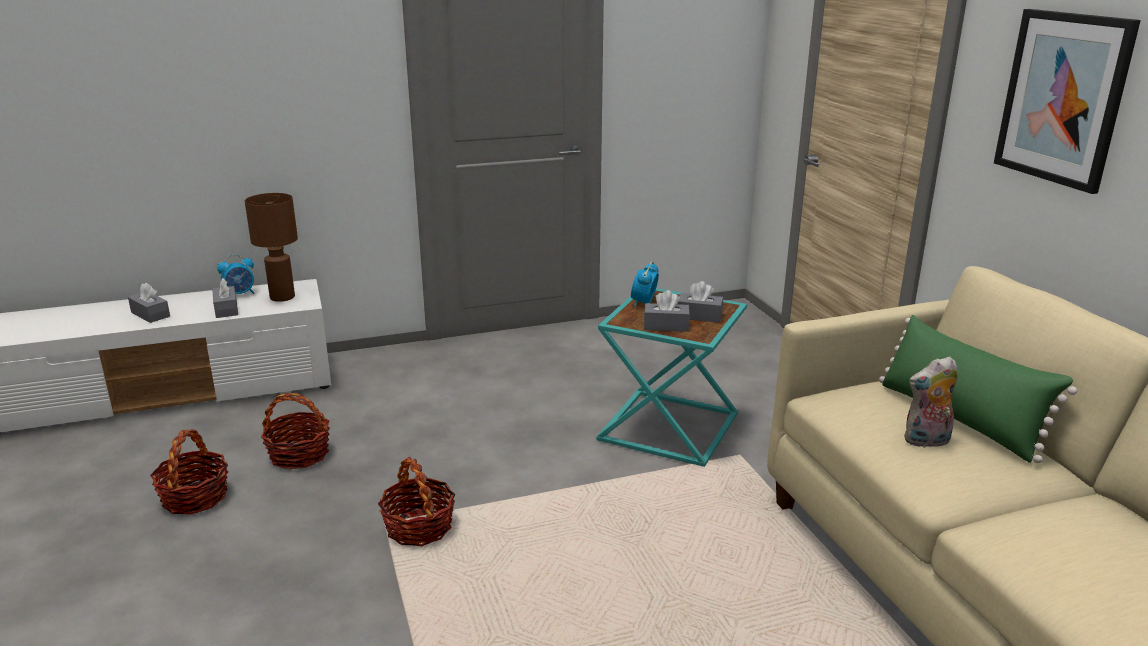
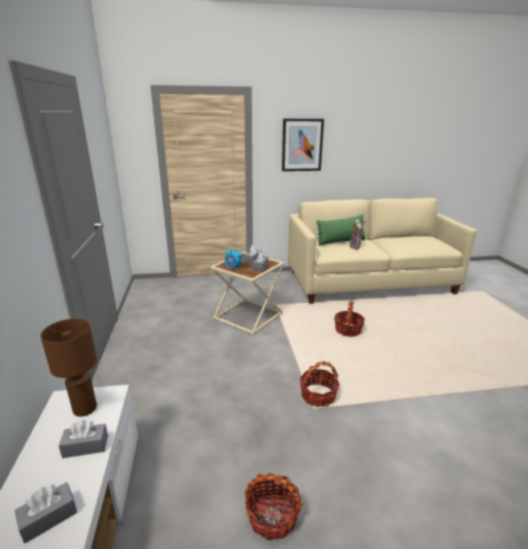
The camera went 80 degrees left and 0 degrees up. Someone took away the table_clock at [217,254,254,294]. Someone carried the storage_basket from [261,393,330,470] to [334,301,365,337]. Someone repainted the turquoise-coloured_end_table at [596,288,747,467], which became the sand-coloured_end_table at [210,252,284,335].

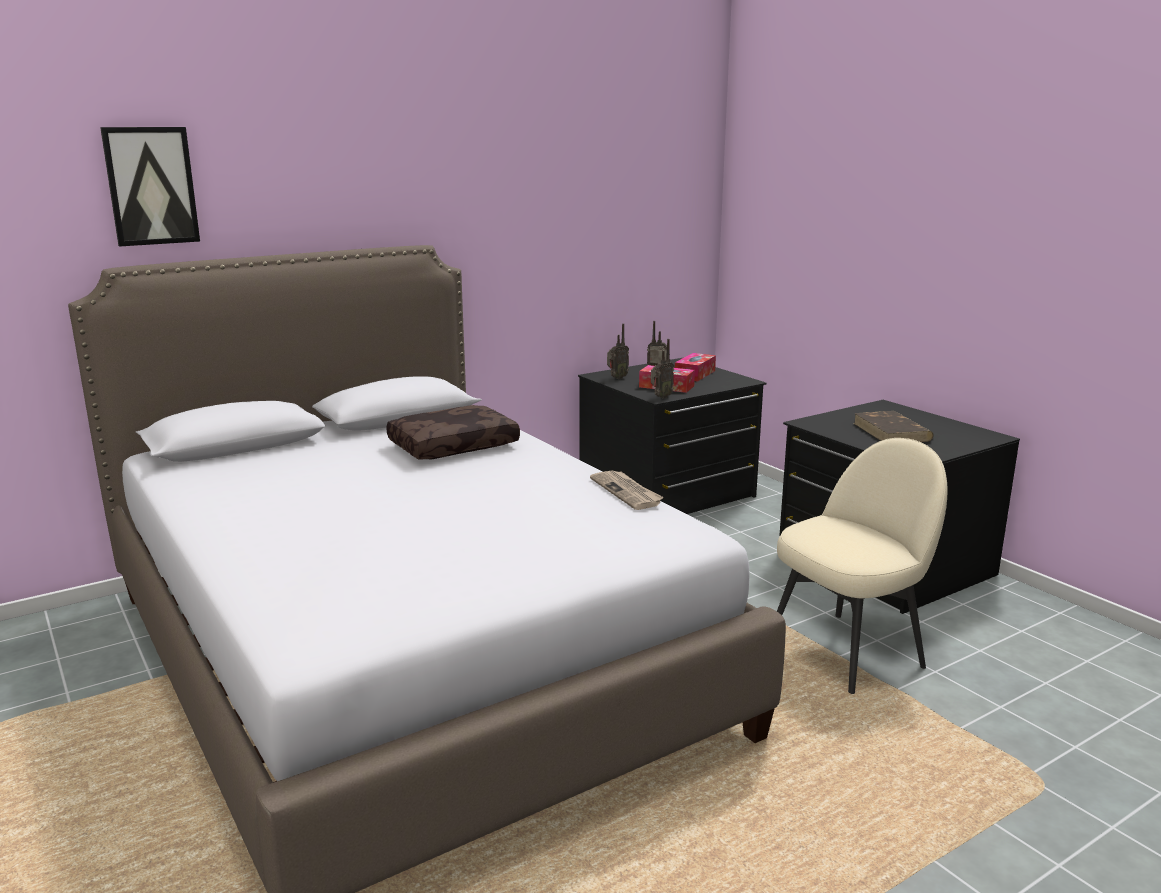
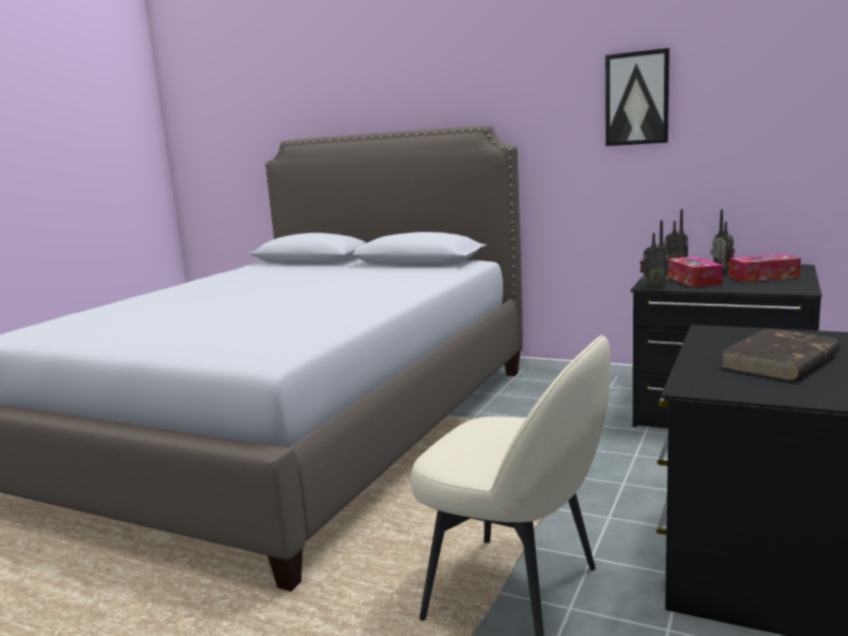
The camera went 60 degrees right and 5 degrees down. Someone carried the wall_art from [100,127,200,246] to [605,48,670,146]. Someone took away the brown-coloured_cushion at [386,405,520,460]. Someone took away the newspaper at [590,471,664,510].

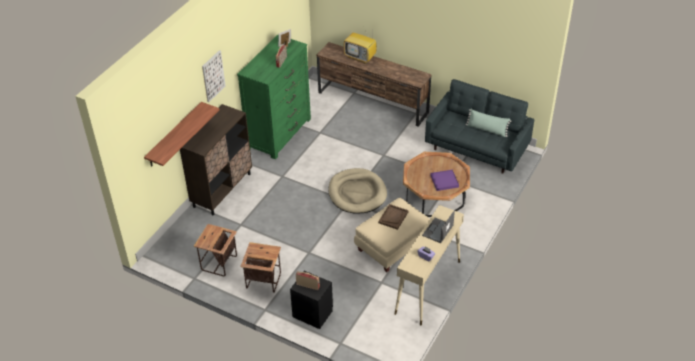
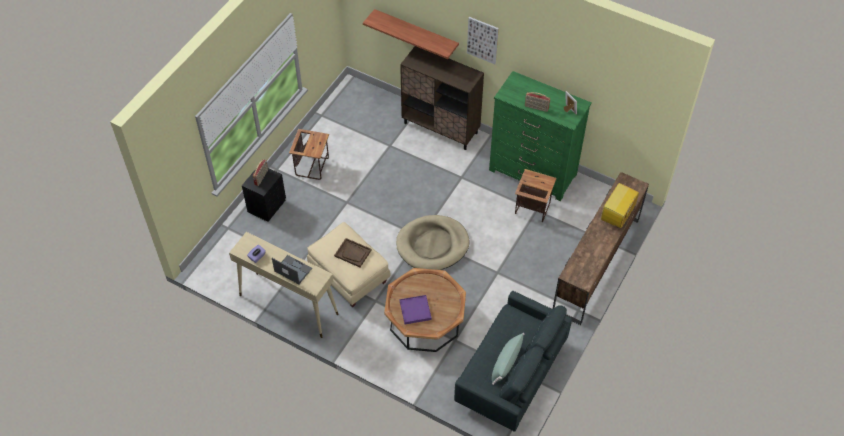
The camera went 90 degrees right and 10 degrees up. Someone carried the end_table from [194,224,237,276] to [515,169,557,222].

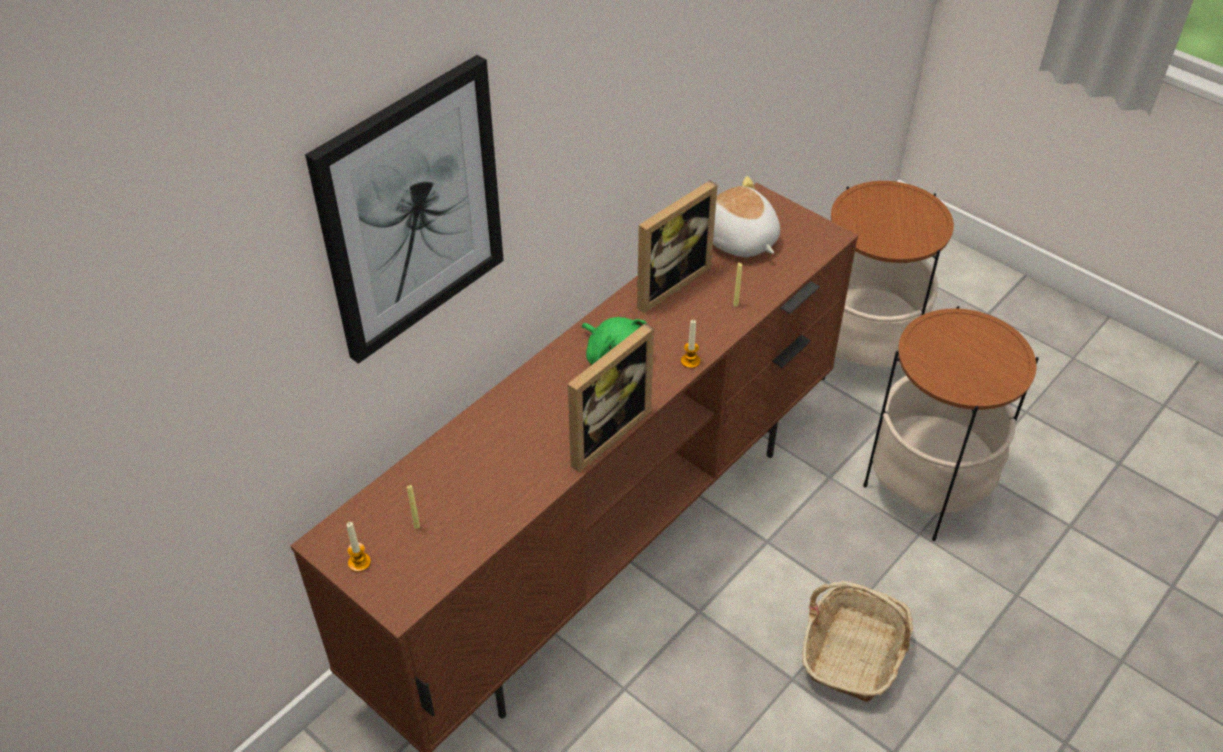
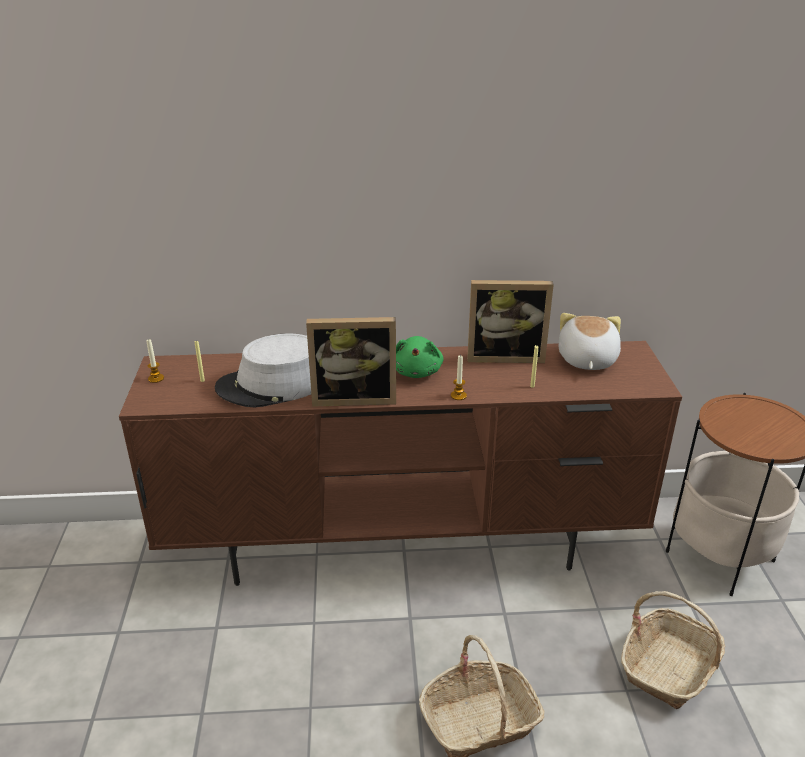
The camera went 45 degrees right and 15 degrees down. Someone took away the wall_art at [305,55,504,364]. Someone swapped the end_table at [863,306,1039,541] for the storage_basket at [621,591,725,709]. Someone put down the grey_clothing_hat at [215,334,311,408].

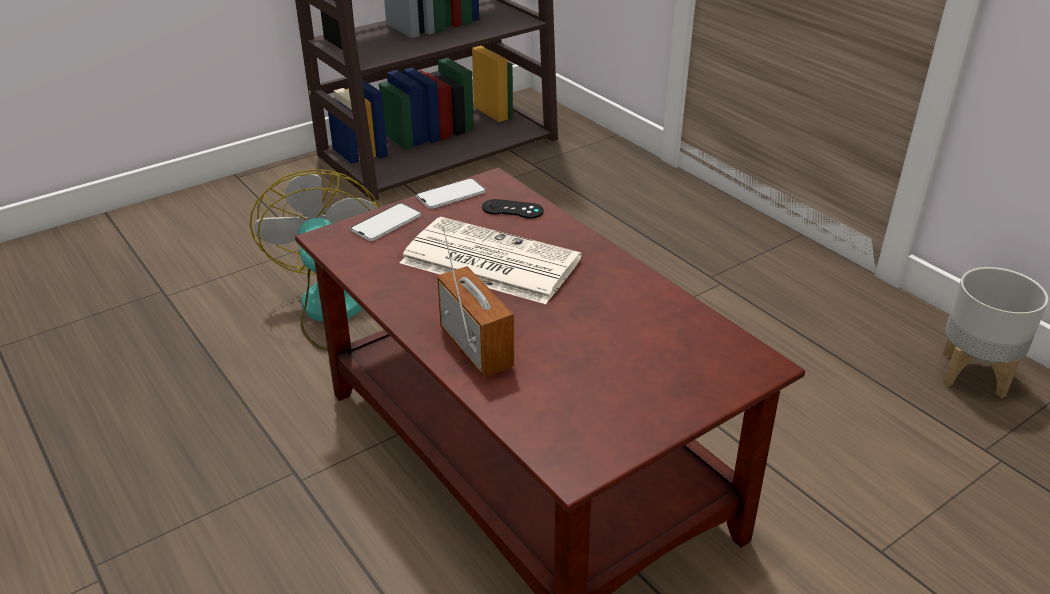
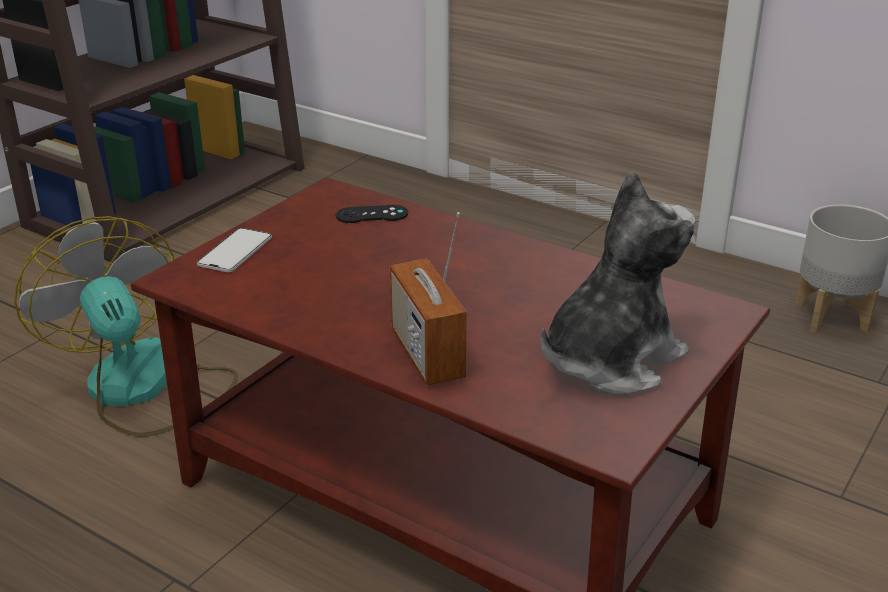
The camera went 20 degrees left and 5 degrees down. Someone took away the newspaper at [400,217,582,304]. Someone took away the handset at [416,178,486,209]. Someone rotated the radio_set at [437,227,514,377] by 150 degrees counterclockwise. Someone put down the soft_toy at [540,170,695,395].

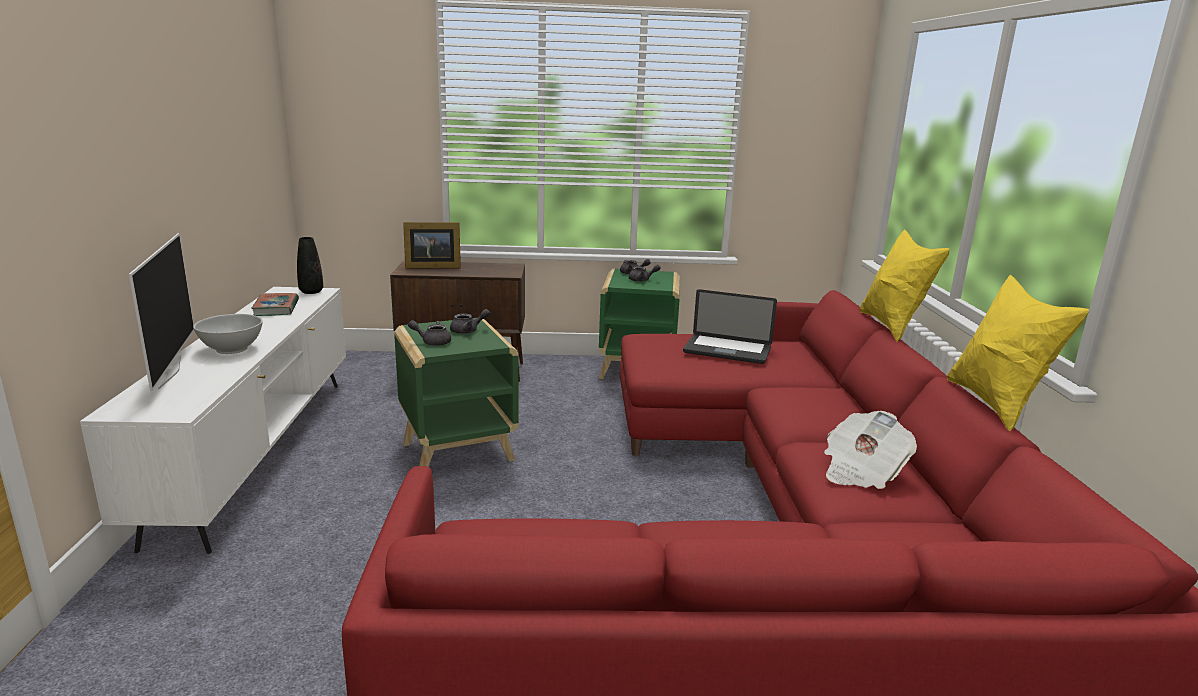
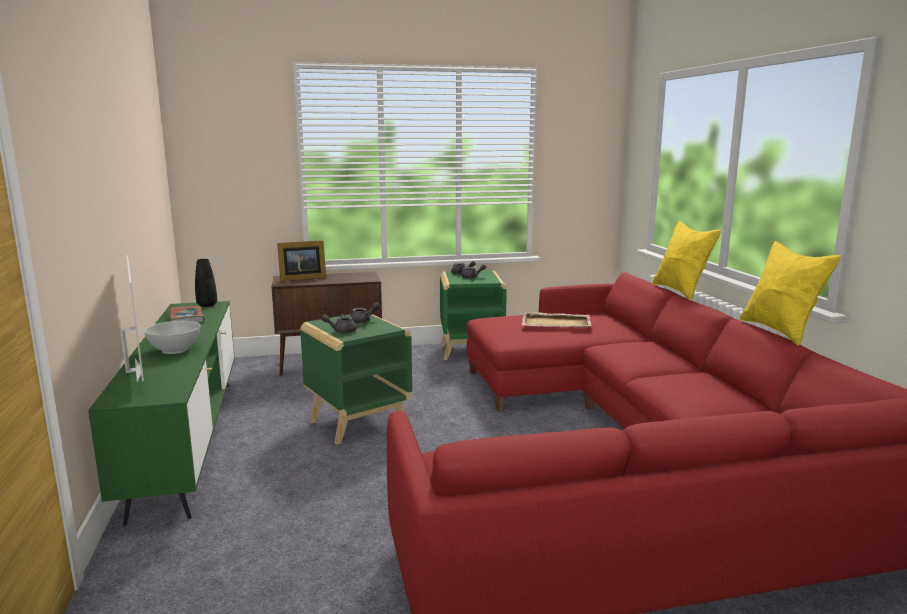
The camera went 10 degrees left and 5 degrees down. Someone repainted the white-coloured_tv_stand at [80,287,346,554], which became the green-coloured_tv_stand at [88,301,235,526]. Someone swapped the portable_computer at [683,289,777,364] for the sand-coloured_tray at [522,312,591,328]. Someone took away the newspaper at [824,411,917,489].

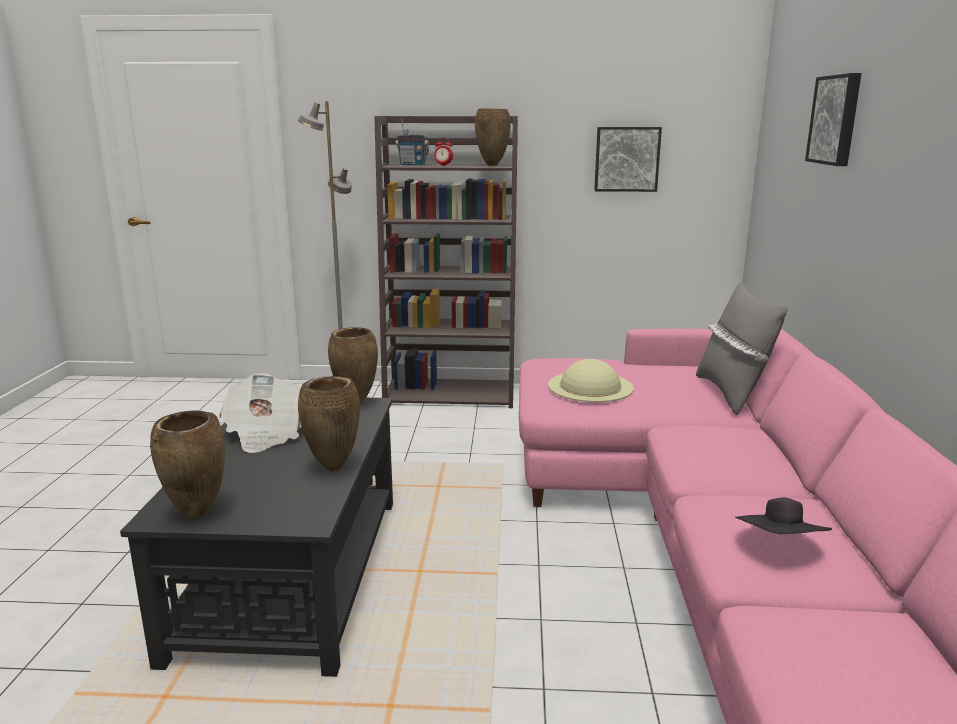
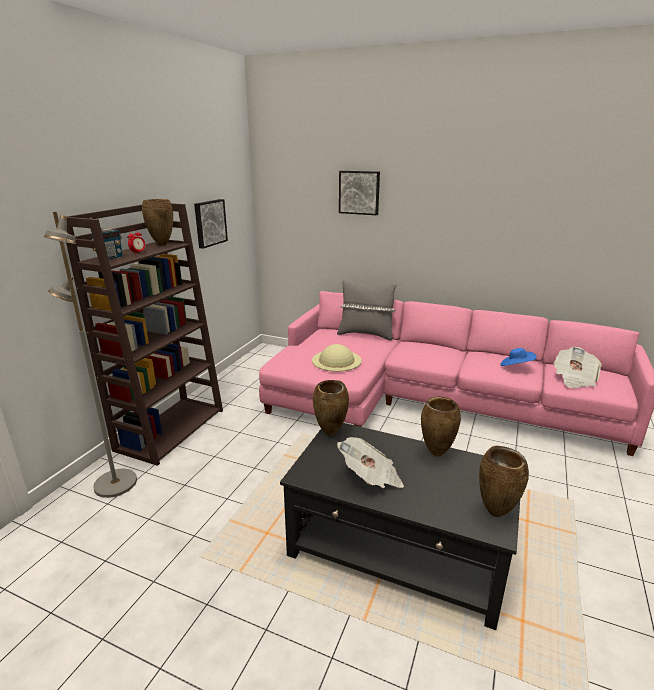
The camera went 70 degrees left and 5 degrees up. Someone repainted the black-coloured_clothing_hat at [735,498,832,534], which became the blue_clothing_hat at [500,348,537,366]. Someone put down the newspaper at [553,347,602,388].

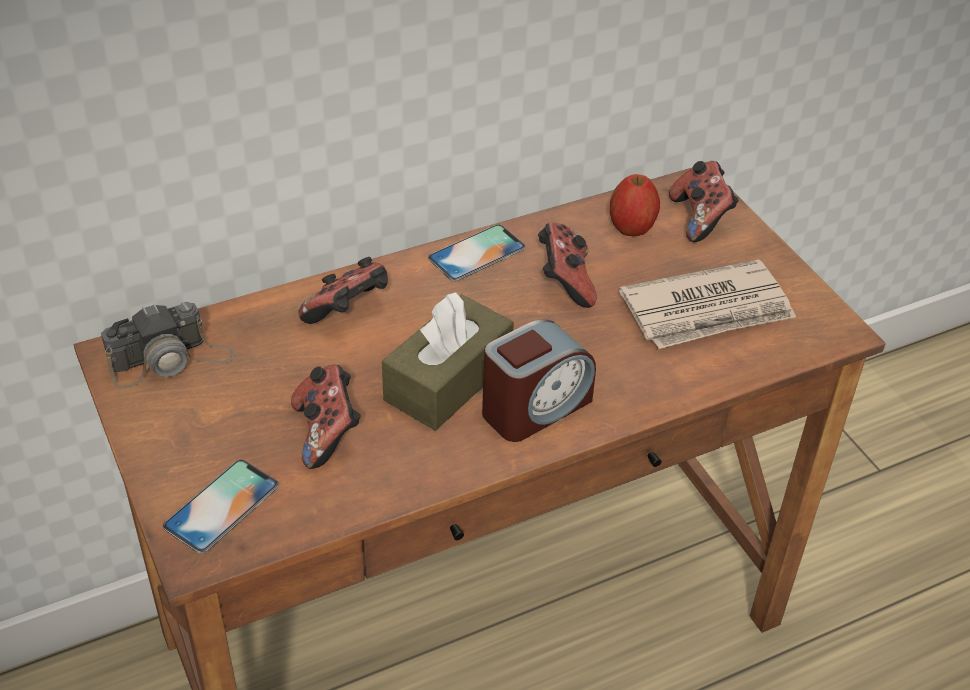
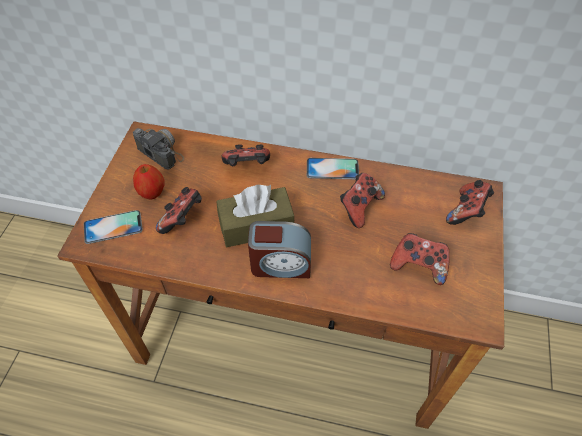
The camera went 40 degrees right and 10 degrees up. Someone rotated the photo_camera at [101,302,236,388] by 150 degrees counterclockwise. Someone carried the apple from [610,174,660,236] to [133,164,165,200]. Someone swapped the newspaper at [619,259,796,349] for the game_controller at [390,233,450,285].

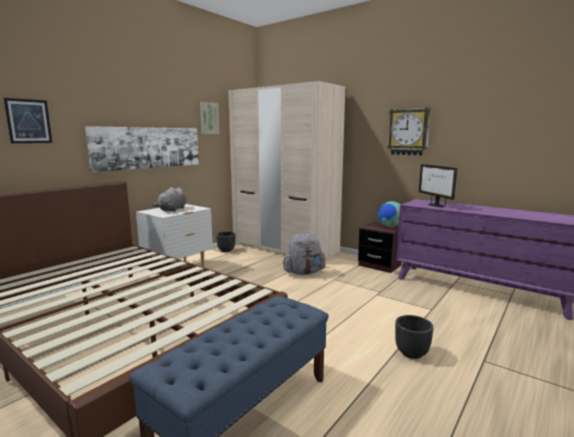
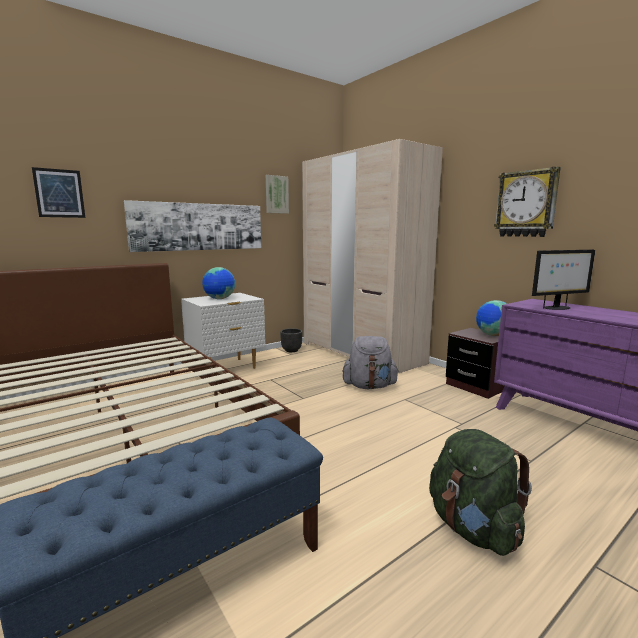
The camera went 15 degrees right and 0 degrees up. Someone swapped the grey_soft_toy at [152,187,186,212] for the globe at [202,267,235,299]. Someone swapped the black-coloured_flower_pot at [395,315,433,359] for the green-coloured_knapsack at [429,429,532,556]. Someone rotated the computer_screen at [419,164,457,207] by 105 degrees counterclockwise.

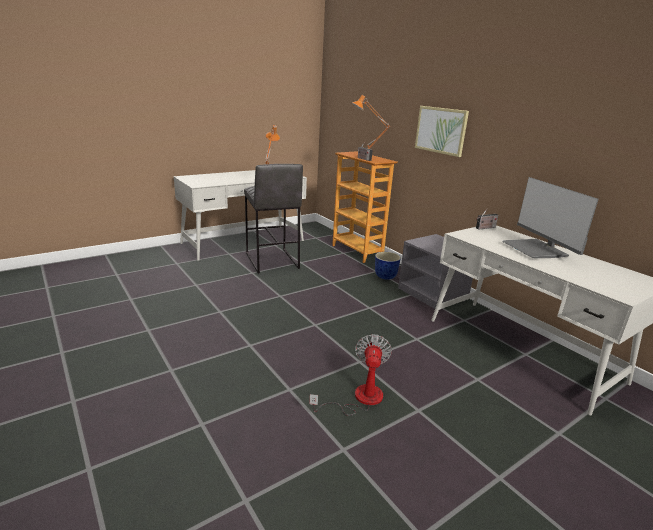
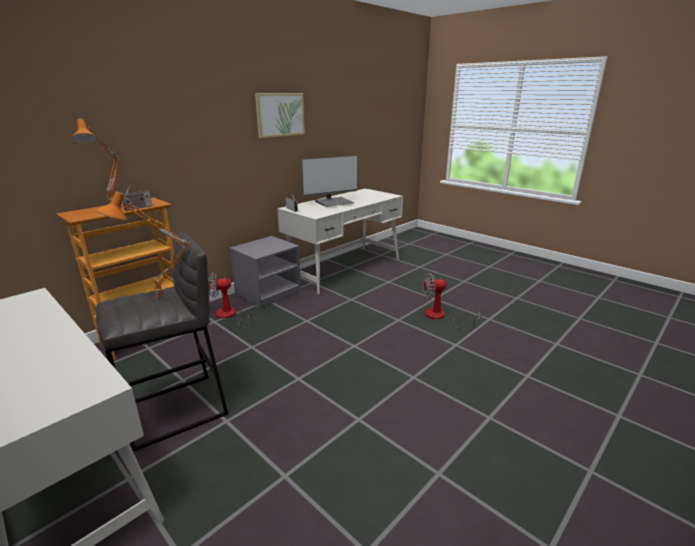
The camera went 100 degrees left and 0 degrees up. Someone swapped the flower_pot at [375,252,401,280] for the fan at [208,272,256,328]. Someone carried the wall_art from [415,106,469,157] to [255,93,305,138].

